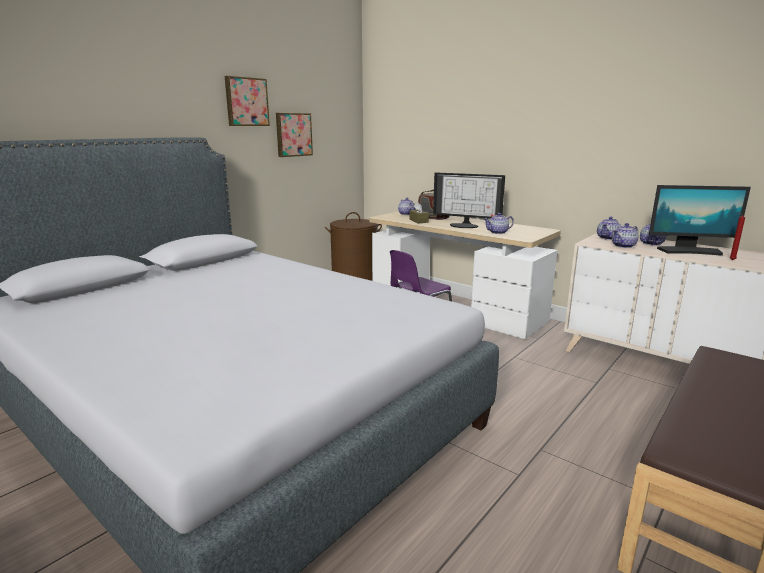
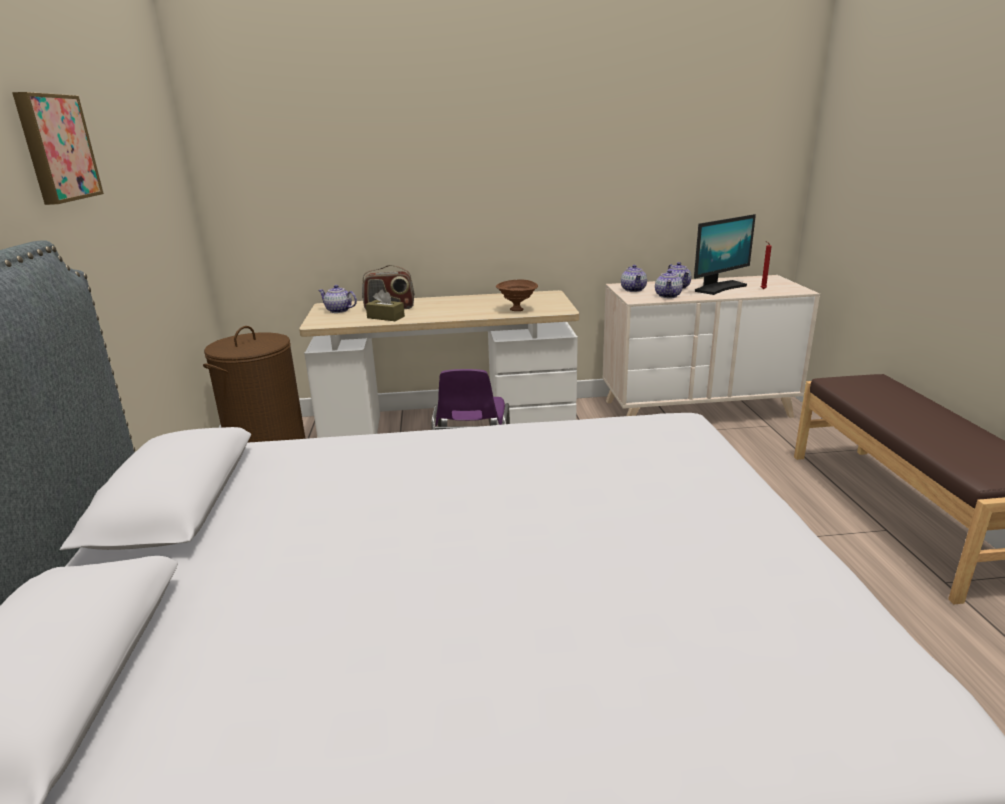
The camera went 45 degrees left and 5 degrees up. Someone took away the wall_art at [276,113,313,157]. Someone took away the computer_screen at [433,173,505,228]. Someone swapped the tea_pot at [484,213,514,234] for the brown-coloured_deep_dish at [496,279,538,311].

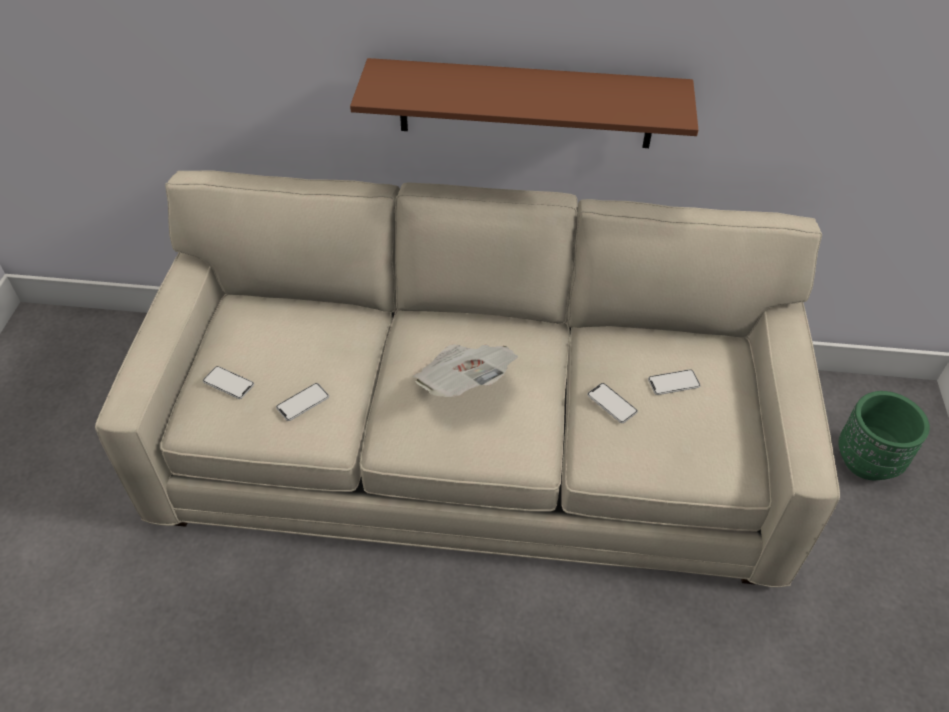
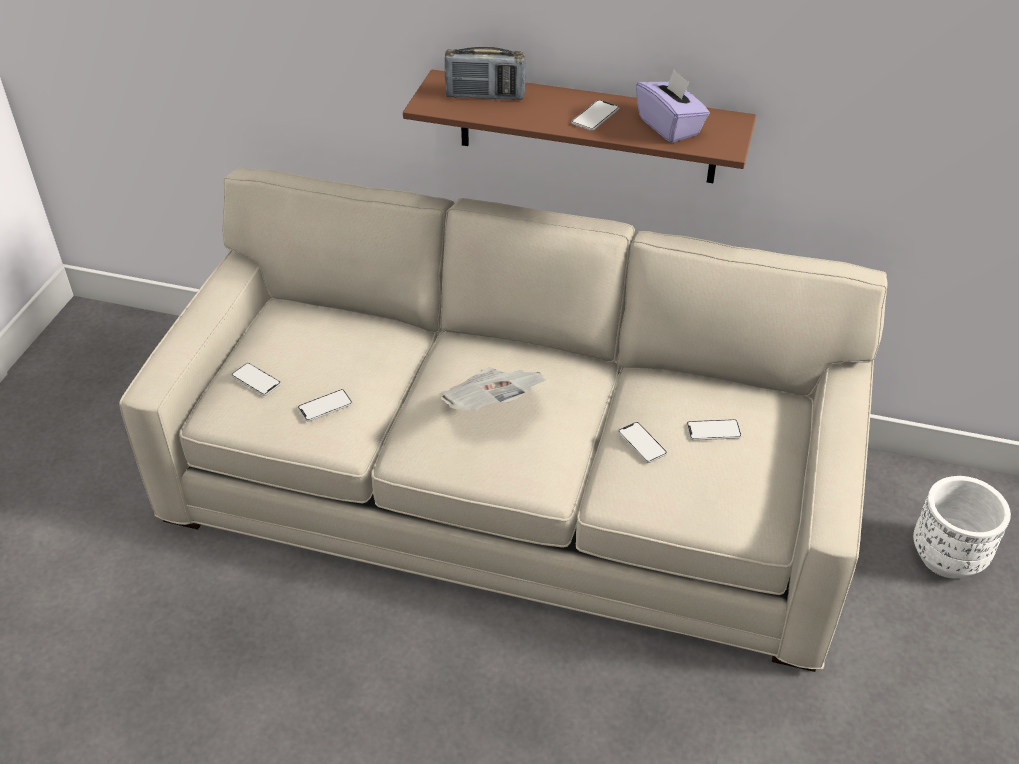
The camera went 10 degrees right and 5 degrees down. Someone repainted the green-coloured_flower_pot at [838,391,930,480], which became the white-coloured_flower_pot at [913,476,1011,578]. Someone put down the radio_set at [445,47,525,100]. Someone put down the handset at [571,100,619,131]. Someone put down the purplish_tissue_box at [636,70,710,143].

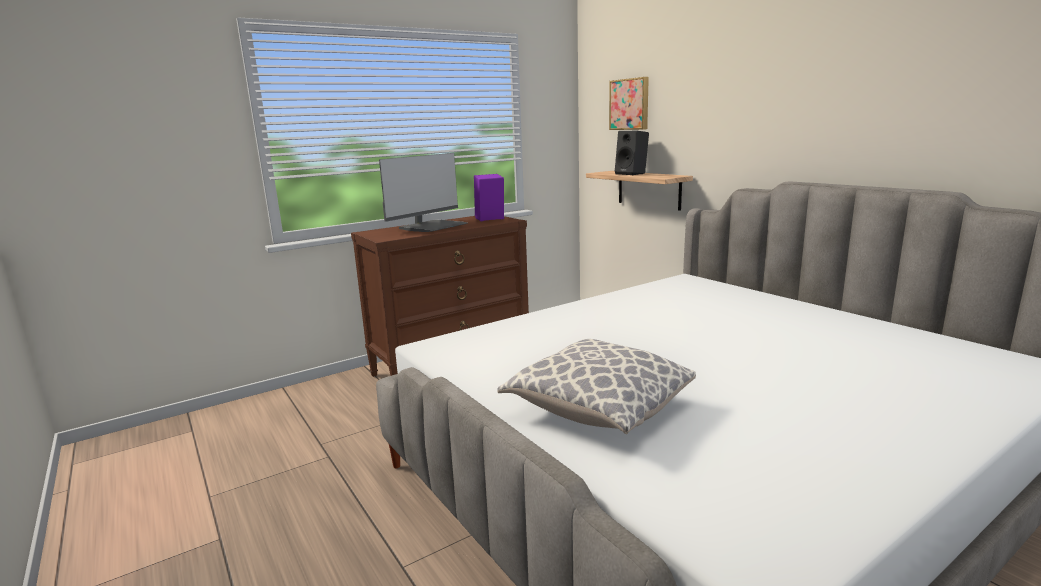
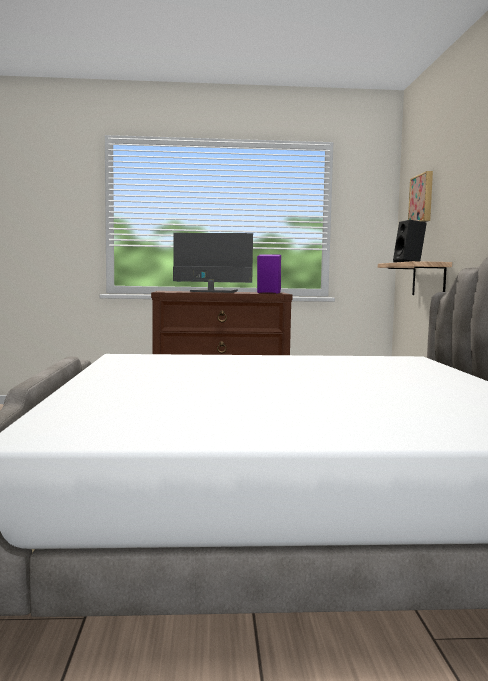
The camera went 30 degrees right and 10 degrees down. Someone rotated the computer_screen at [379,153,468,232] by 150 degrees counterclockwise. Someone took away the cushion at [497,339,696,434].

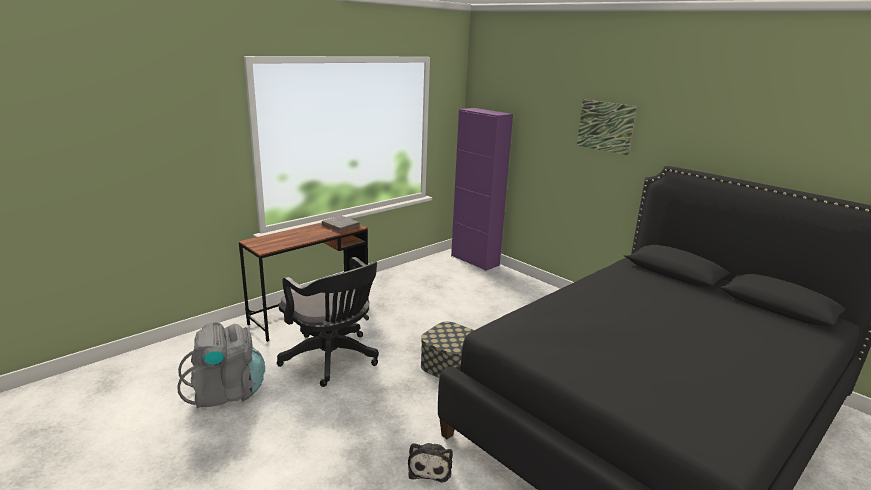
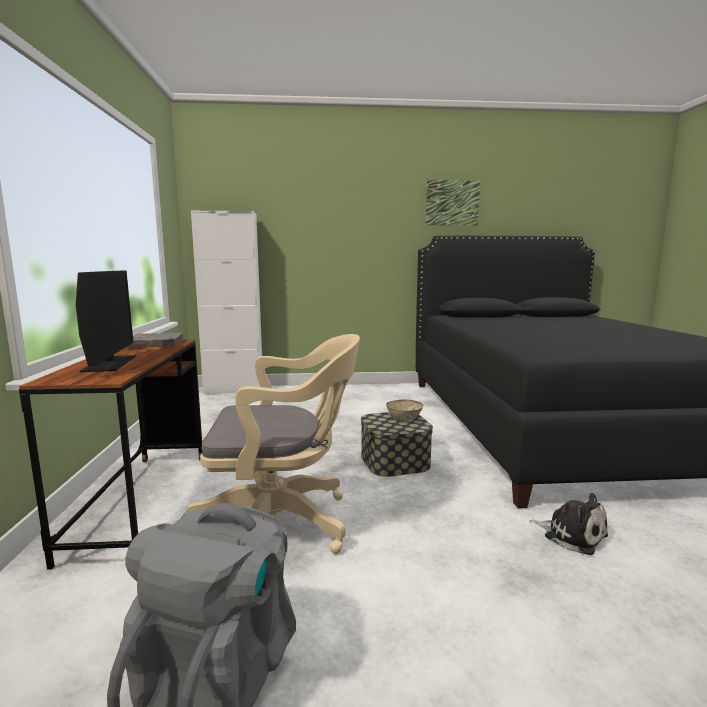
The camera went 50 degrees left and 10 degrees down. Someone repainted the black-coloured_desk_chair at [277,257,379,387], which became the sand-coloured_desk_chair at [186,334,360,554]. Someone repainted the purplish_storage_cabinet at [451,108,513,271], which became the white-coloured_storage_cabinet at [191,211,262,395]. Someone carried the wall_art from [577,99,637,155] to [425,180,481,226]. Someone put down the computer_screen at [75,271,136,372]. Someone put down the deep_dish at [386,399,423,421].

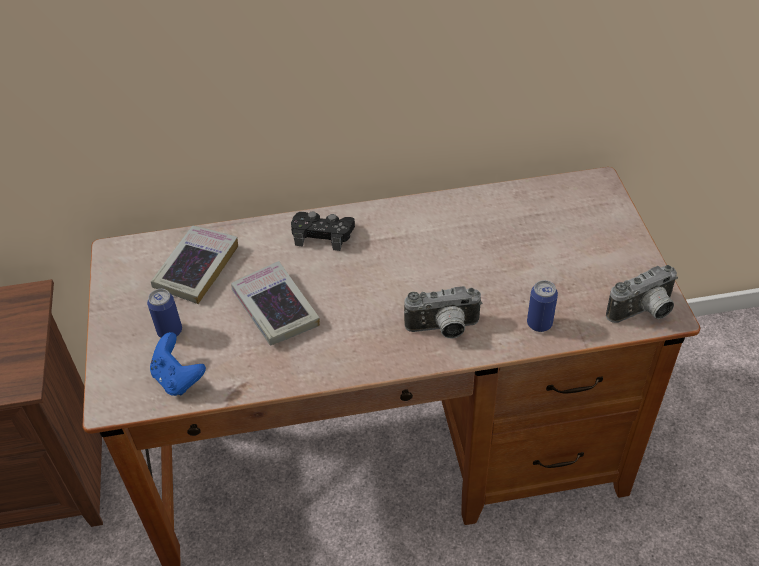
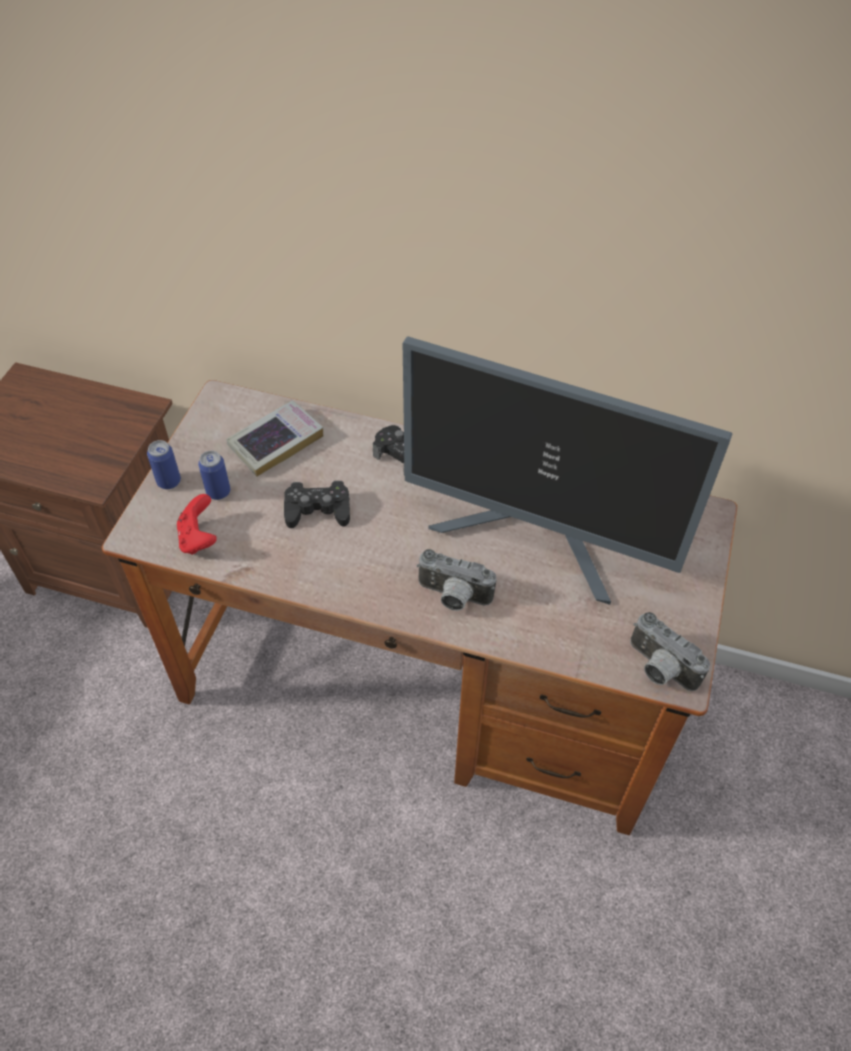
The camera went 25 degrees right and 5 degrees up. Someone repainted the blue_game_controller at [150,332,206,396], which became the red-coloured_game_controller at [177,494,217,555]. Someone swapped the bound_book at [231,261,320,345] for the black-coloured_game_controller at [284,481,350,528]. Someone carried the can from [527,280,558,332] to [147,440,181,489]. Someone rotated the photo_camera at [606,265,678,323] by 45 degrees clockwise. Someone put down the computer_screen at [403,337,733,605].

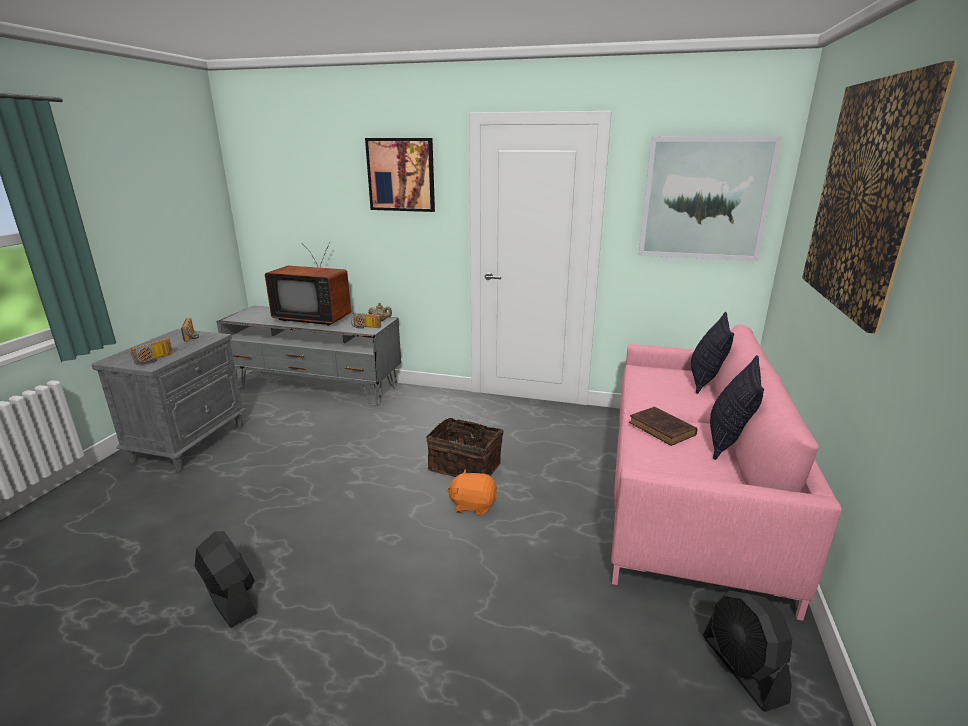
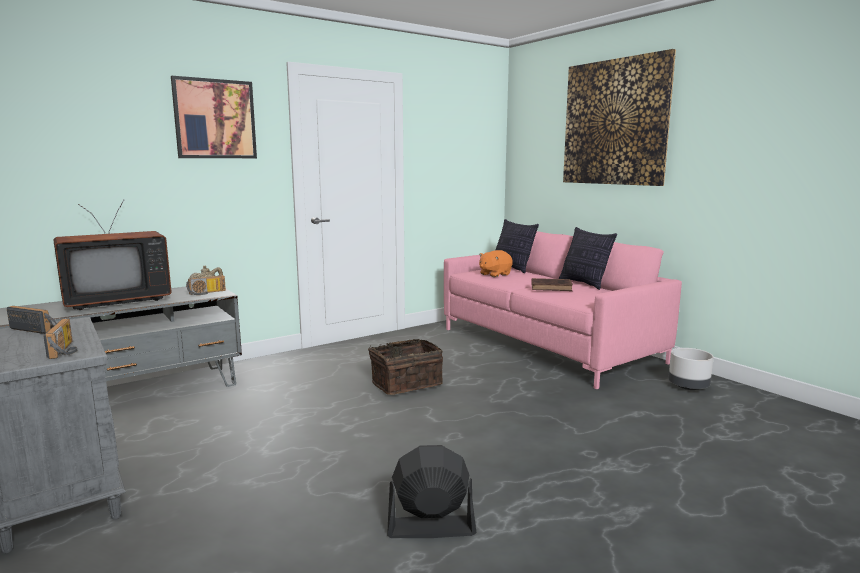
The camera went 50 degrees left and 10 degrees down. Someone carried the orange_soft_toy from [447,470,497,516] to [479,250,513,277]. Someone took away the wall_art at [639,136,782,261]. Someone swapped the black-coloured_fan at [703,590,792,712] for the grey_flower_pot at [668,348,713,390].

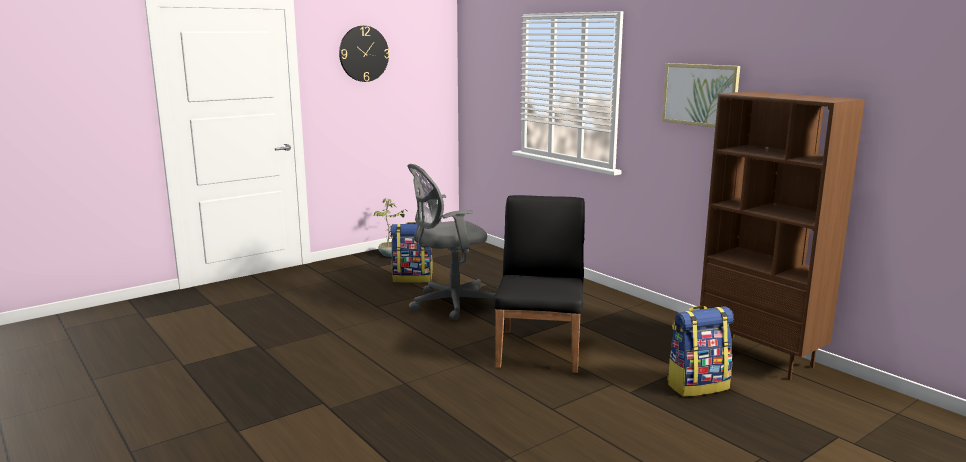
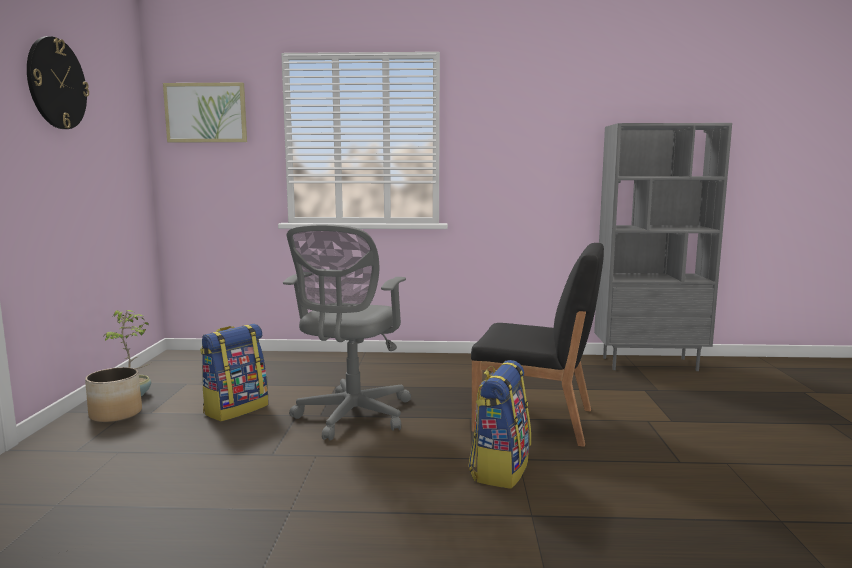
The camera went 50 degrees left and 5 degrees down. Someone rotated the black-coloured_upright_chair at [494,195,585,373] by 150 degrees clockwise. Someone carried the wall_art from [662,63,740,128] to [163,82,247,142]. Someone carried the knapsack from [667,306,734,397] to [468,360,531,489]. Someone repainted the brown-coloured_shelving_unit at [700,91,865,380], which became the grey_shelving_unit at [594,123,732,371]. Someone put down the flower_pot at [85,367,142,423].

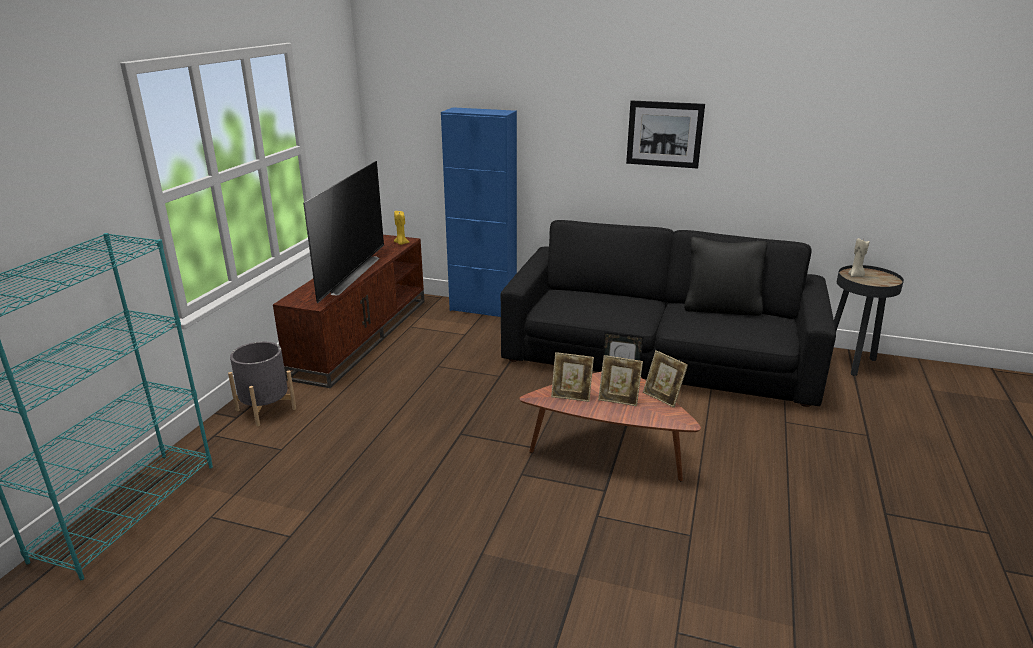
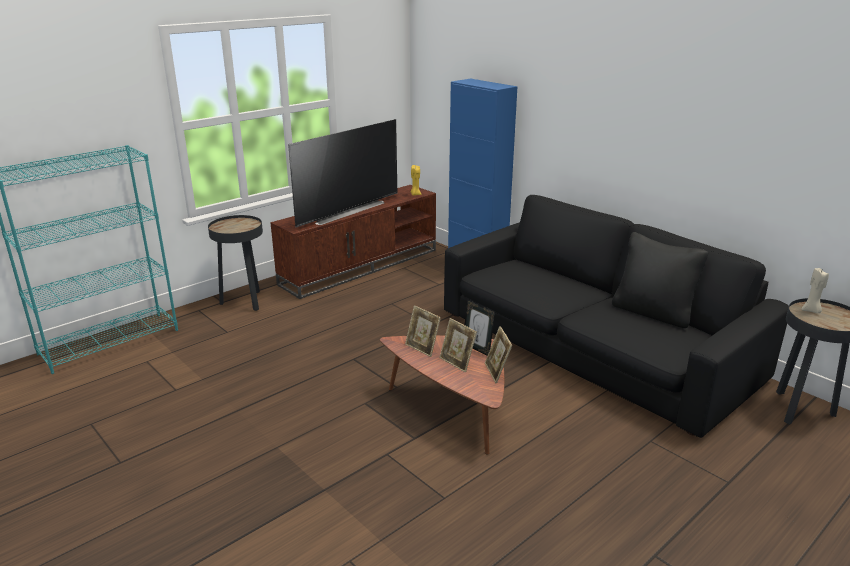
The camera went 30 degrees right and 0 degrees up. Someone swapped the grey_flower_pot at [228,342,296,426] for the black-coloured_end_table at [208,215,263,311]. Someone took away the wall_art at [626,100,705,169].

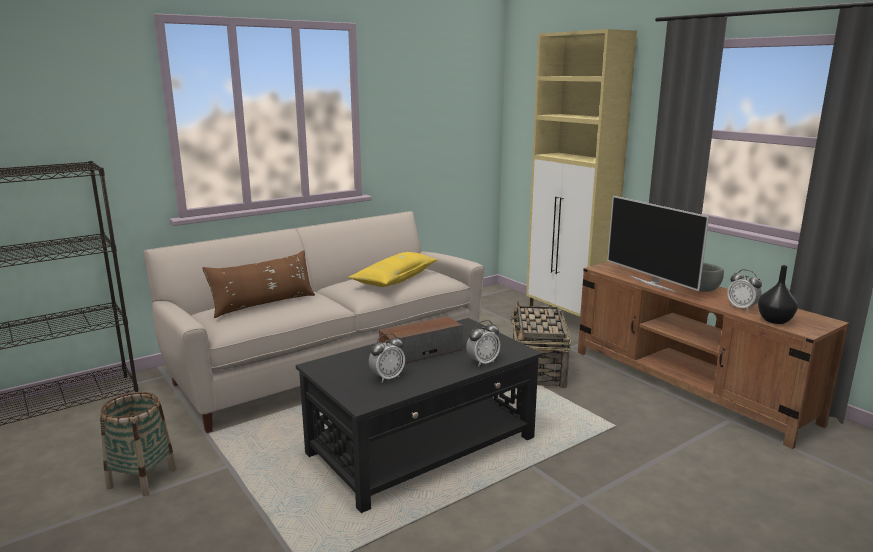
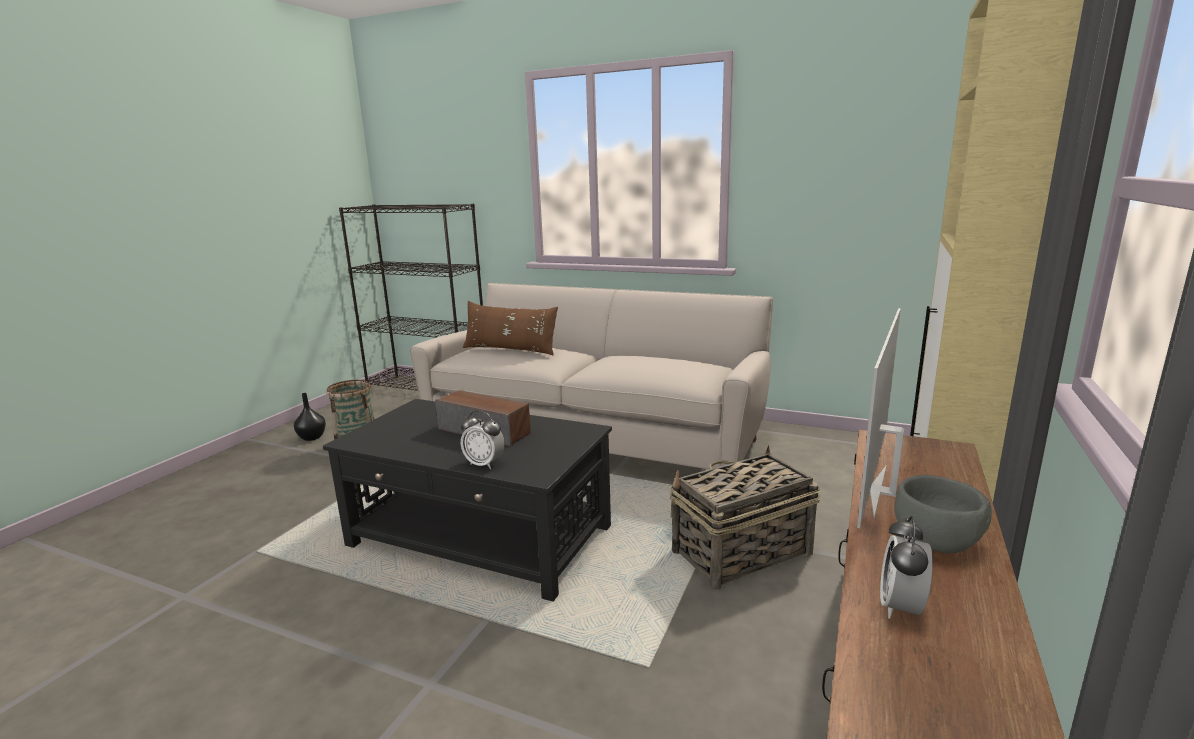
The camera went 60 degrees right and 0 degrees up. Someone took away the yellow_cushion at [348,252,438,287]. Someone took away the table_clock at [369,333,405,383]. Someone carried the black-coloured_vase from [758,265,798,324] to [294,393,326,441].

